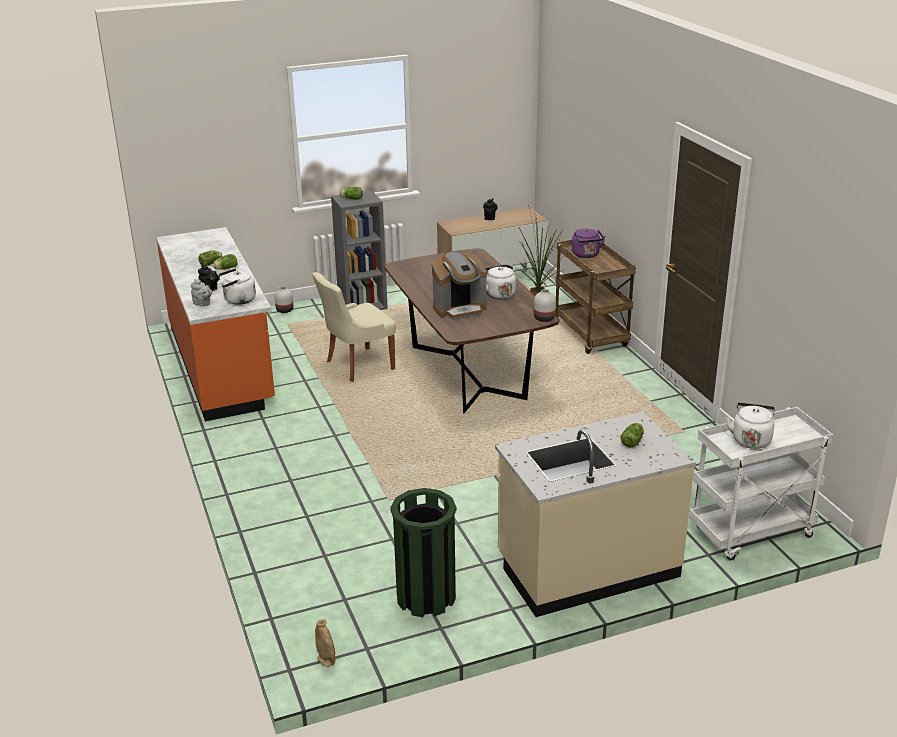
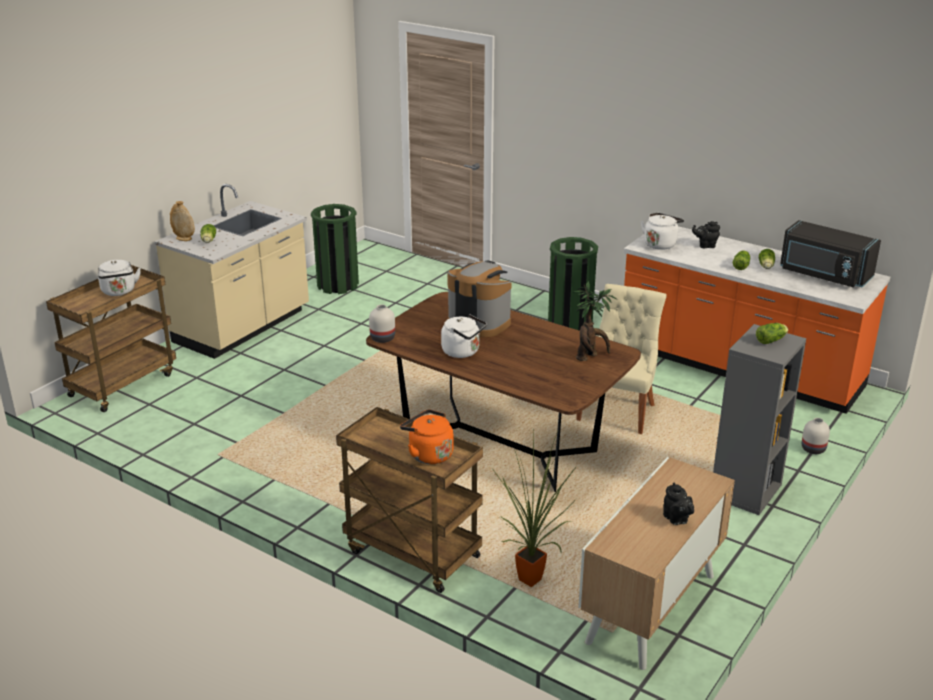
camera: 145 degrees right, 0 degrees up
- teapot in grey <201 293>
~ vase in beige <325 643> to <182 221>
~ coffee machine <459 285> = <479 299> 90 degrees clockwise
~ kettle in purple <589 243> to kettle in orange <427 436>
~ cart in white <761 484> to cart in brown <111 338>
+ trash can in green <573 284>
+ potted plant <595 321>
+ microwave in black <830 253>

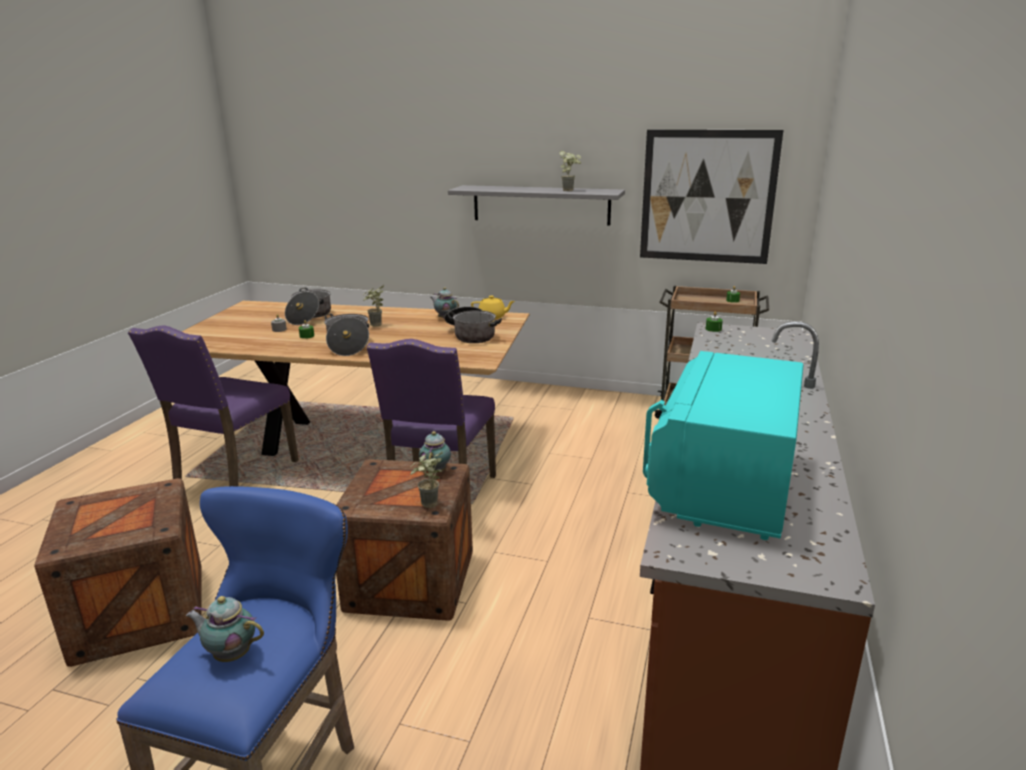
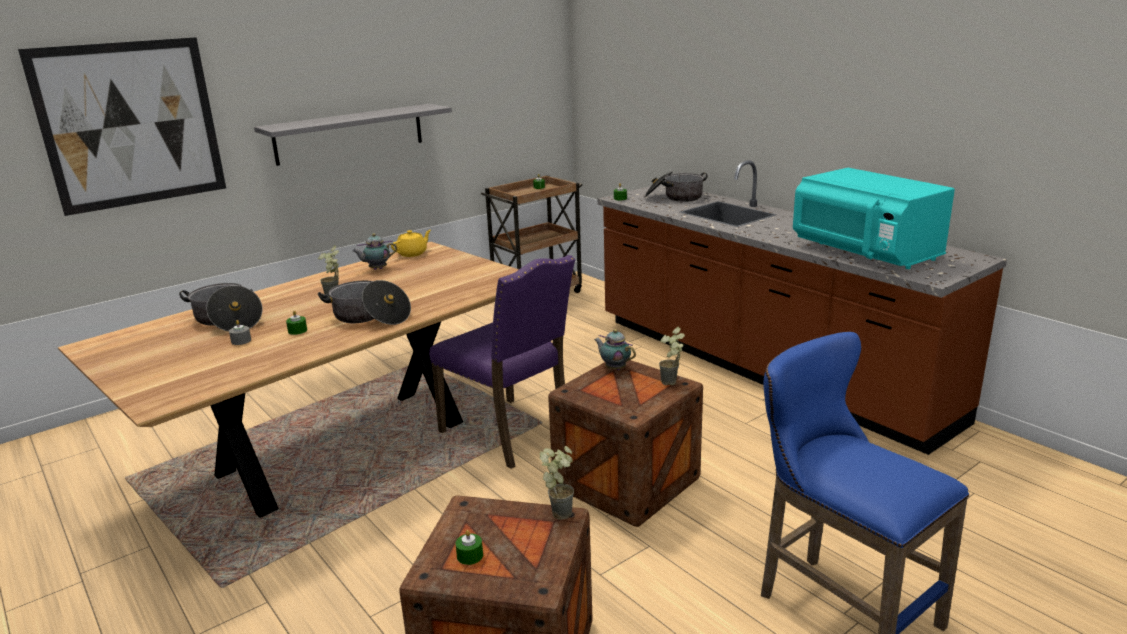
camera: 55 degrees left, 0 degrees up
- chair in purple <213 406>
- teapot <225 629>
~ cooking pot <473 324> to <676 186>
~ potted plant <570 171> to <557 483>
~ picture <711 197> to <122 126>
+ candle in green <469 547>

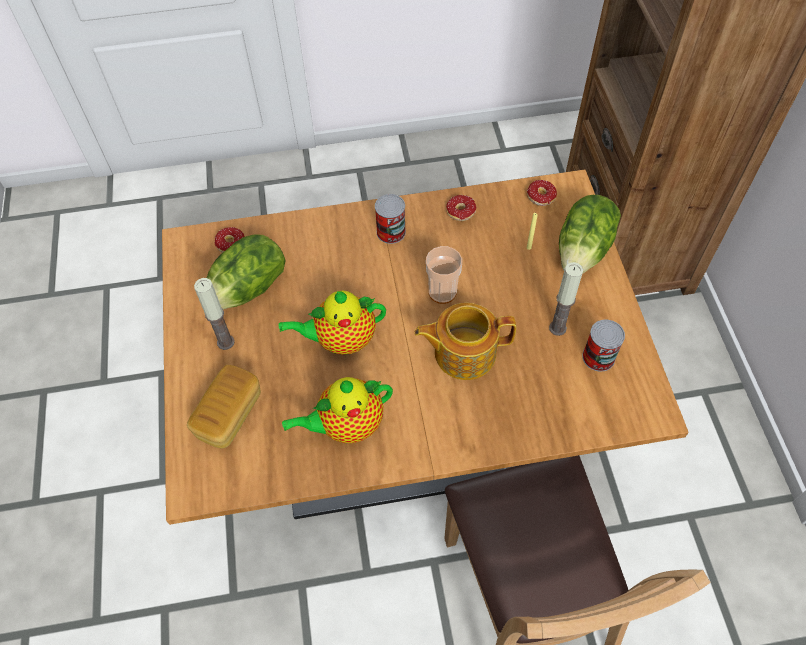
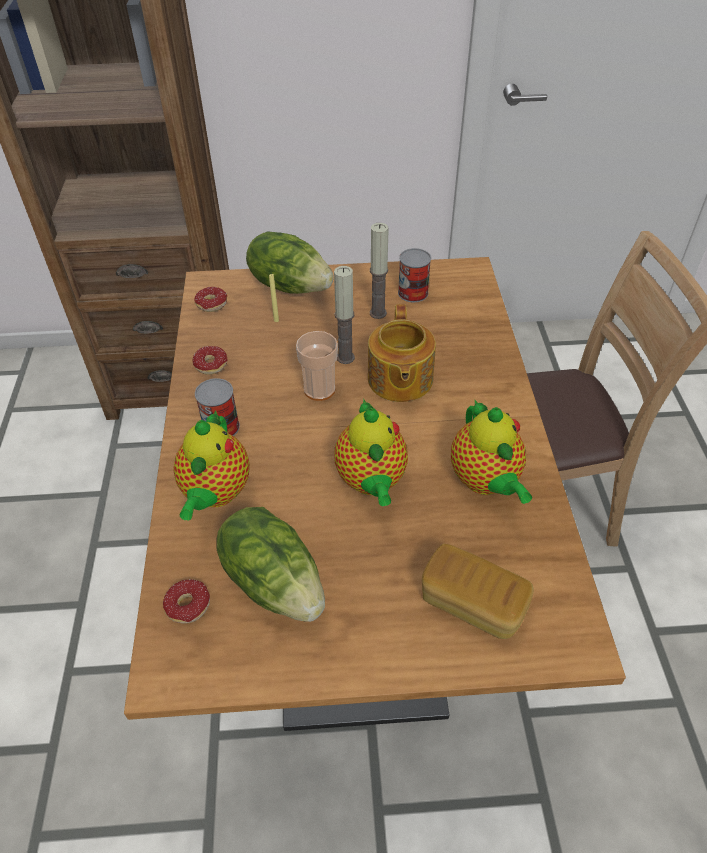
camera: 85 degrees left, 10 degrees down
~ candle <214 314> to <344 315>
+ teapot <211 465>

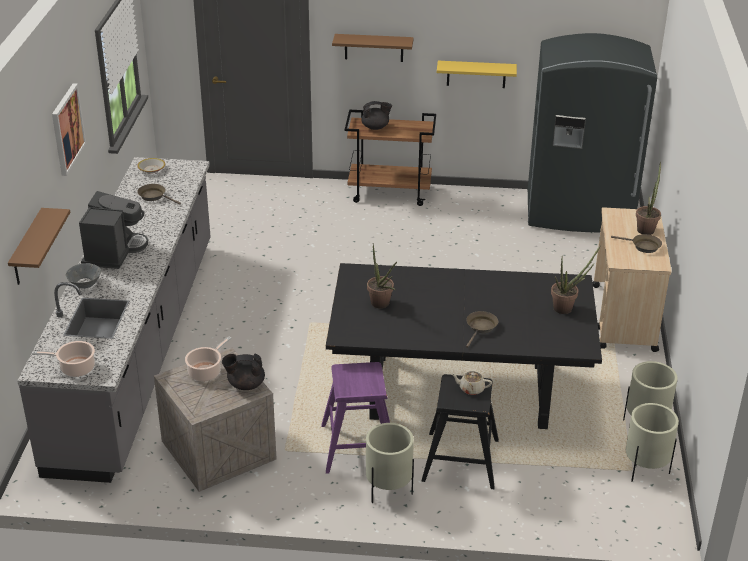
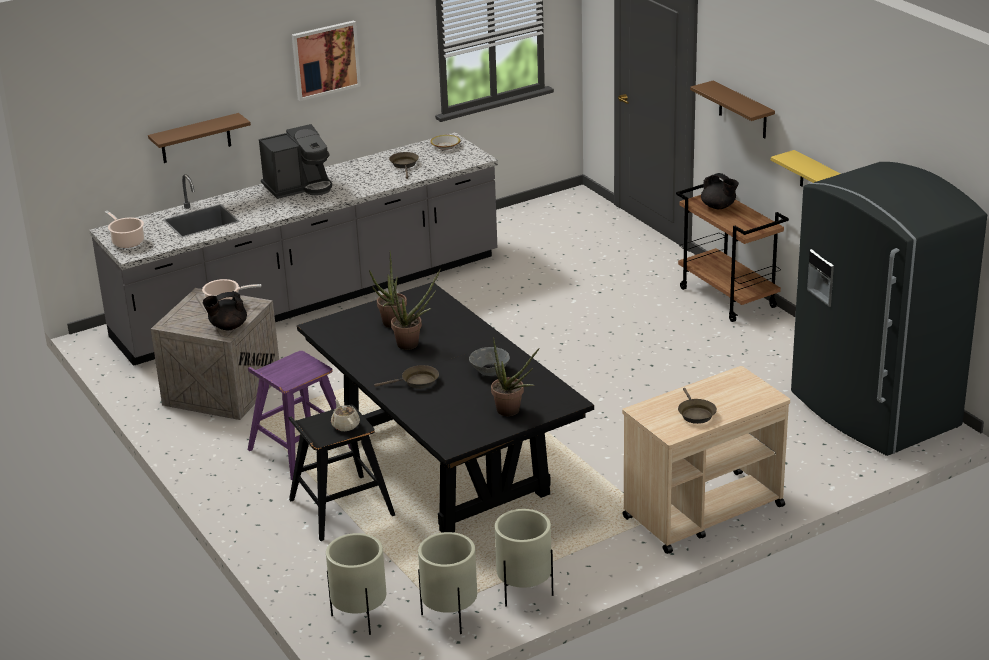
camera: 55 degrees right, 5 degrees down
~ bowl in grey <83 276> to <489 361>
~ teapot in black <243 371> = <225 310> 75 degrees counterclockwise
~ planter in beige <390 463> to <356 584>
~ potted plant <648 198> to <415 310>

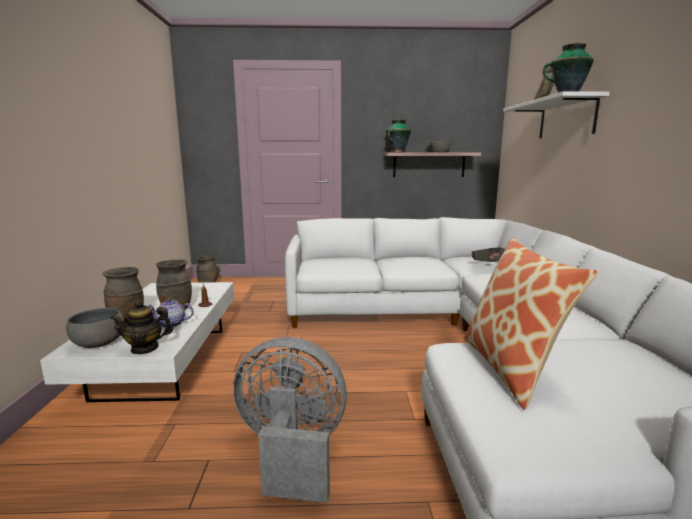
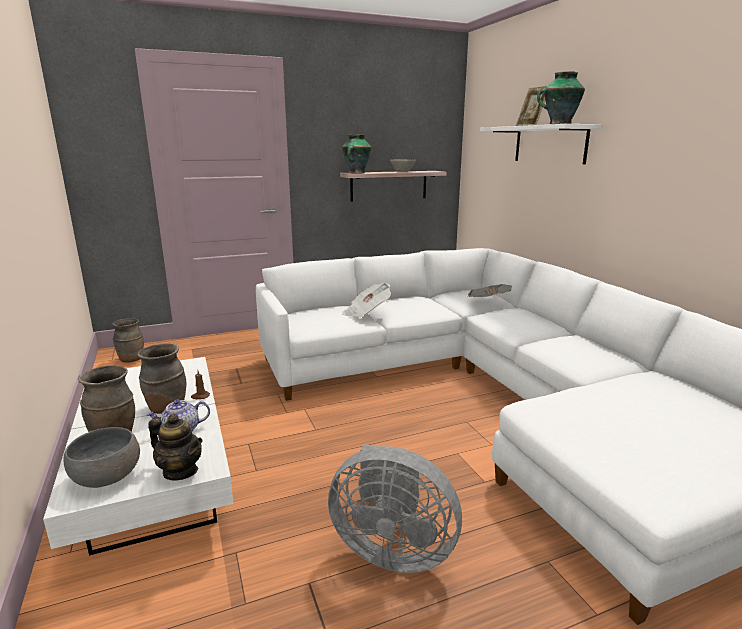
camera: 20 degrees left, 5 degrees up
~ teapot <141 327> = <175 447> 120 degrees counterclockwise
~ fan in grey <290 420> = <395 508> 150 degrees counterclockwise
- pillow <530 324>
+ newspaper <366 300>

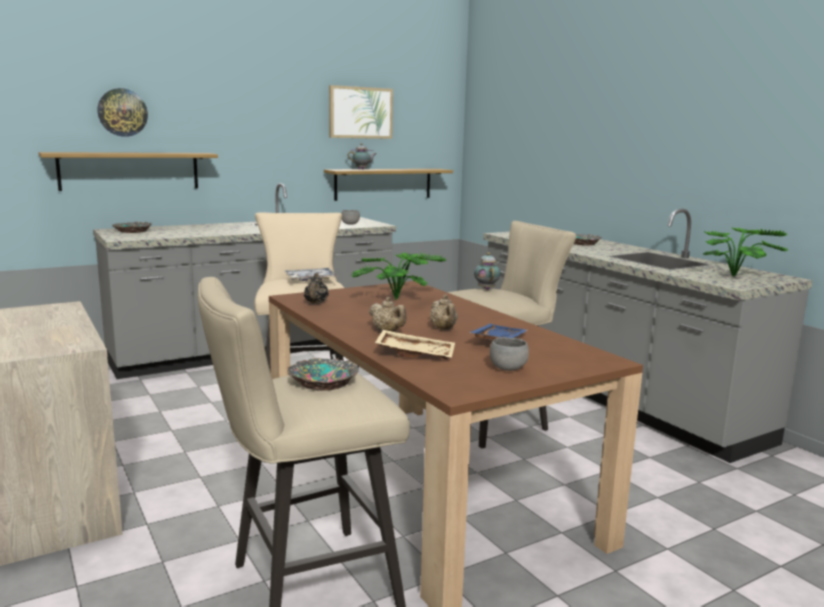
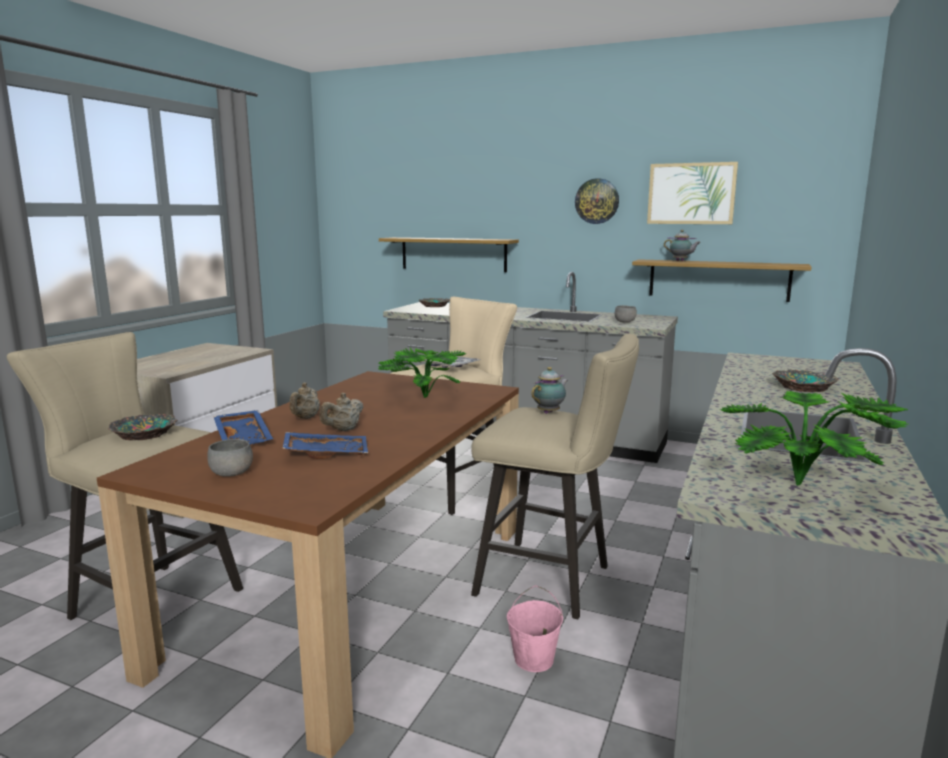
camera: 55 degrees right, 0 degrees up
~ wall clock <123 112> to <597 201>
- teapot in black <316 288>
~ tray in beige <415 345> to tray in blue <243 427>
+ bucket in pink <535 628>

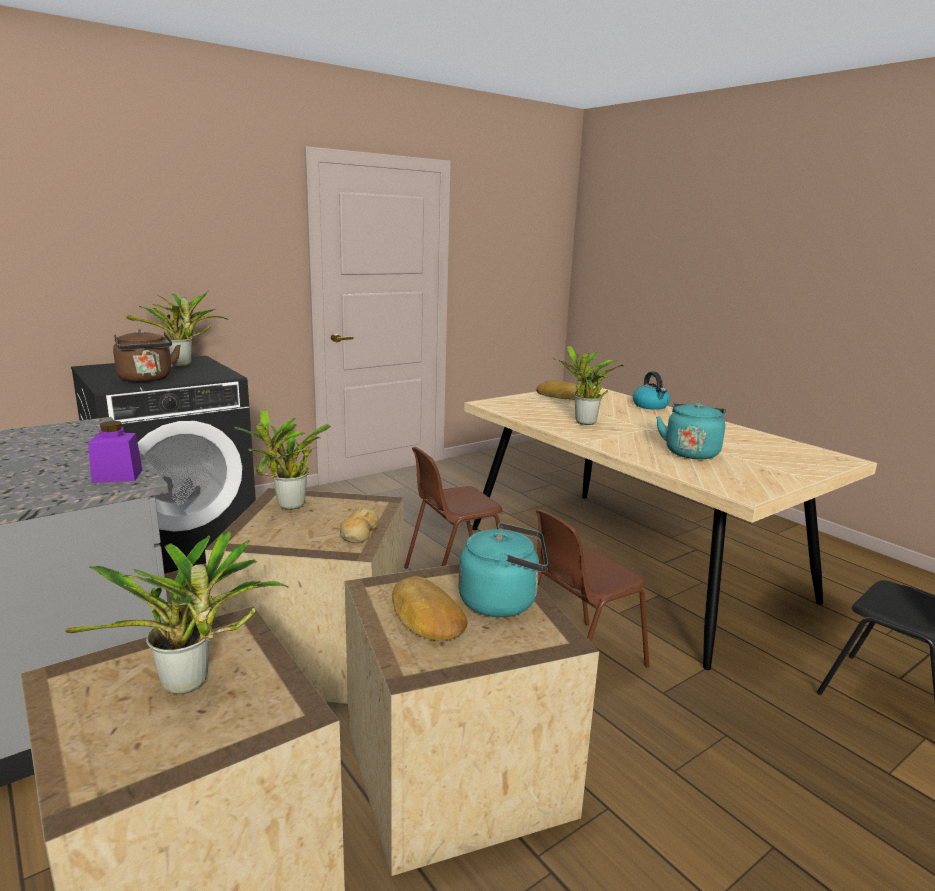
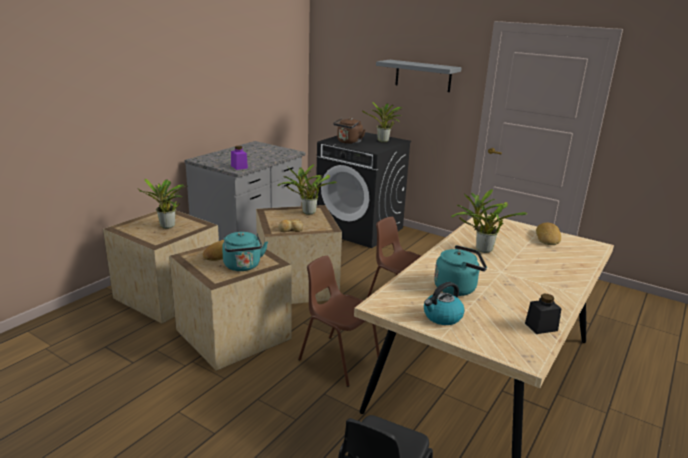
camera: 70 degrees right, 5 degrees up
~ kettle <651 391> to <444 303>
+ shelf in grey <419 76>
+ jar in black <543 314>

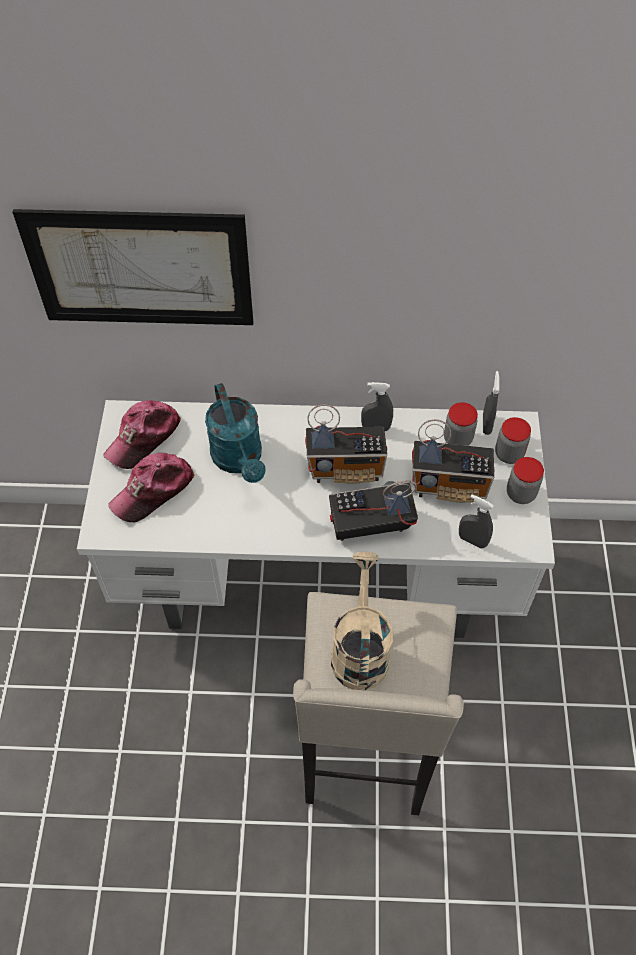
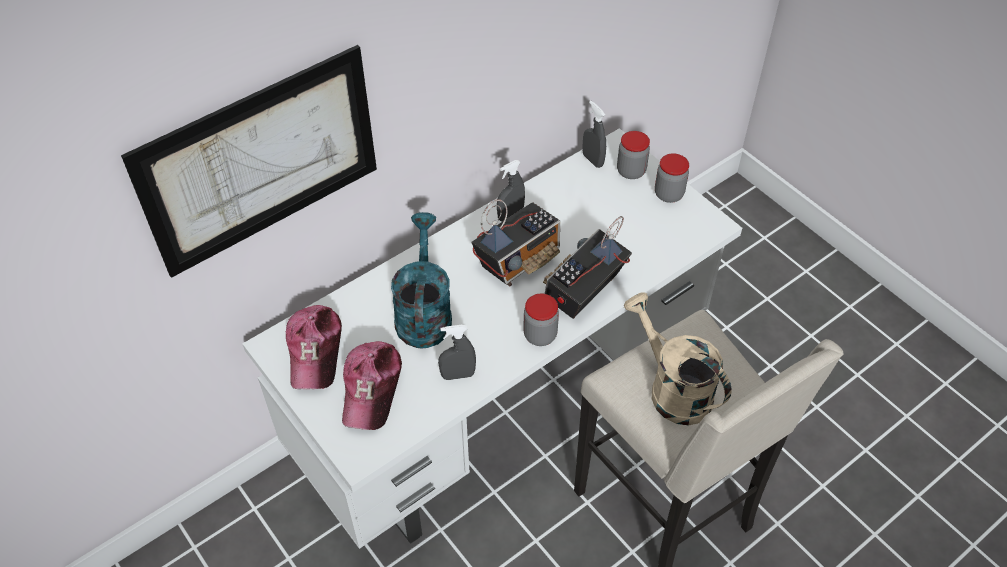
camera: 40 degrees left, 5 degrees down
~ watering can in turquoise <235 433> = <421 280> 120 degrees counterclockwise
- radio <453 461>
~ jar <461 424> to <541 319>
~ spray bottle in grey <476 522> to <457 352>

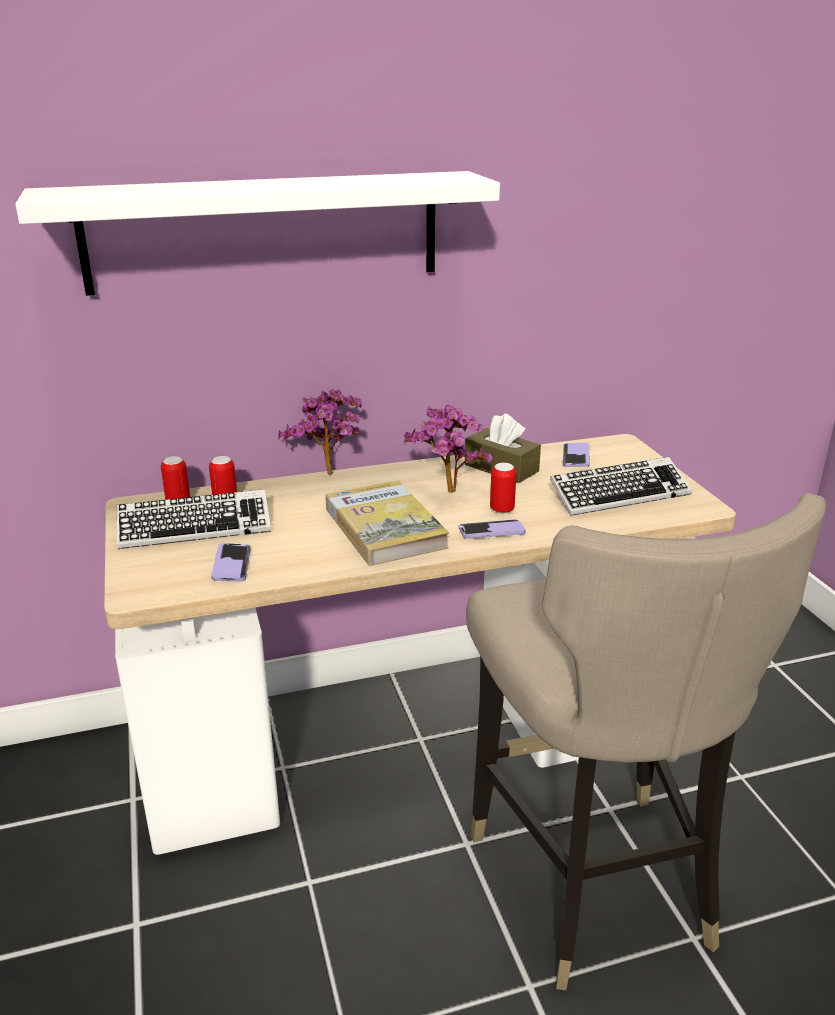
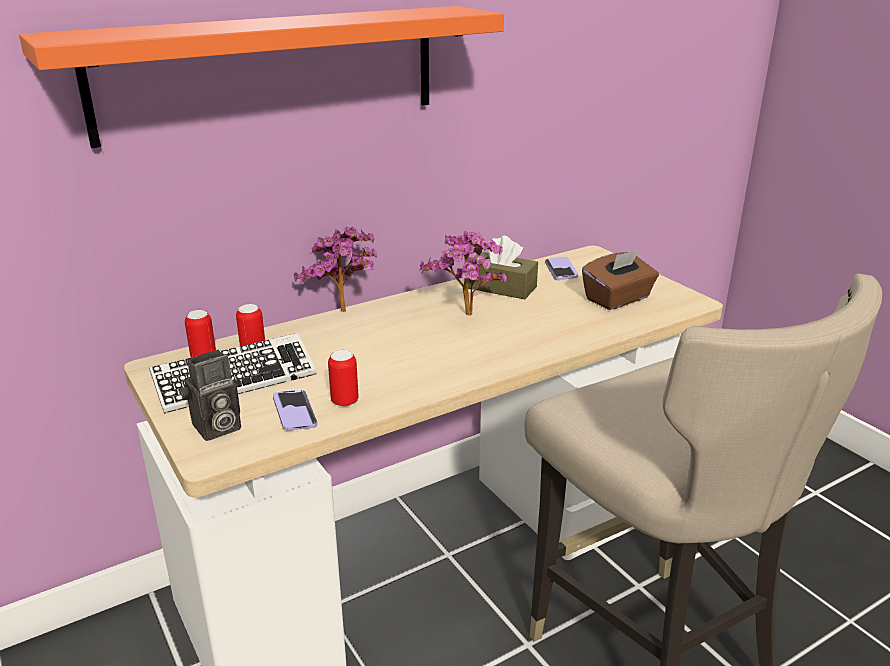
camera: 15 degrees left, 0 degrees up
~ shelf in white <257 233> to shelf in orange <261 77>
- book <387 523>
- phone <492 529>
~ can <503 487> to <343 378>
~ keyboard <621 486> to tissue box in brown <620 279>
+ photo camera <210 395>

